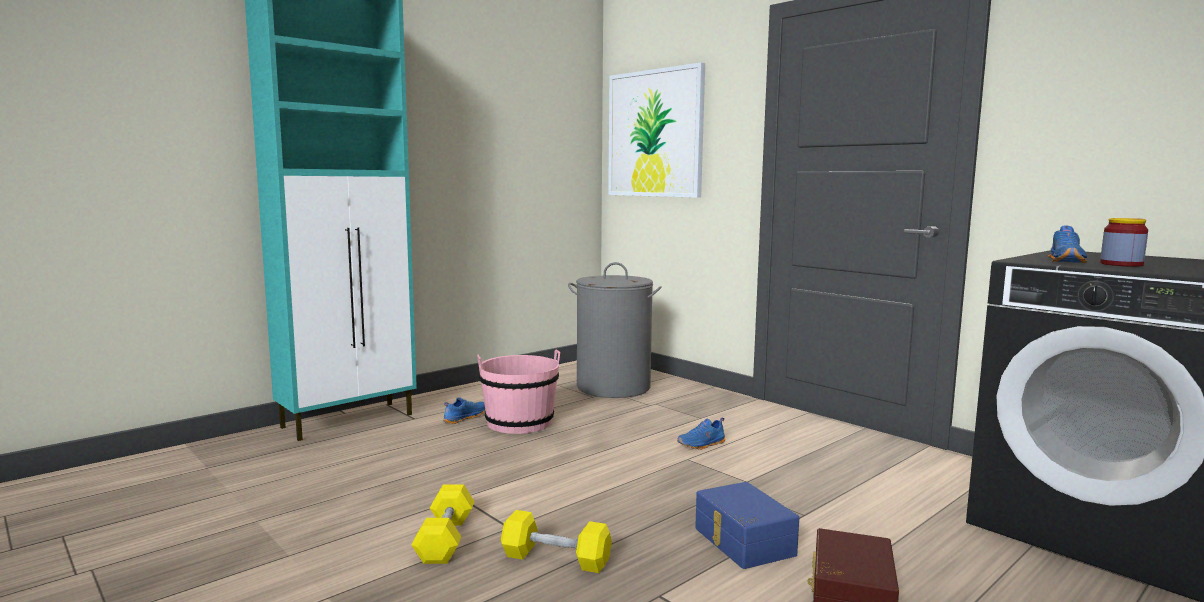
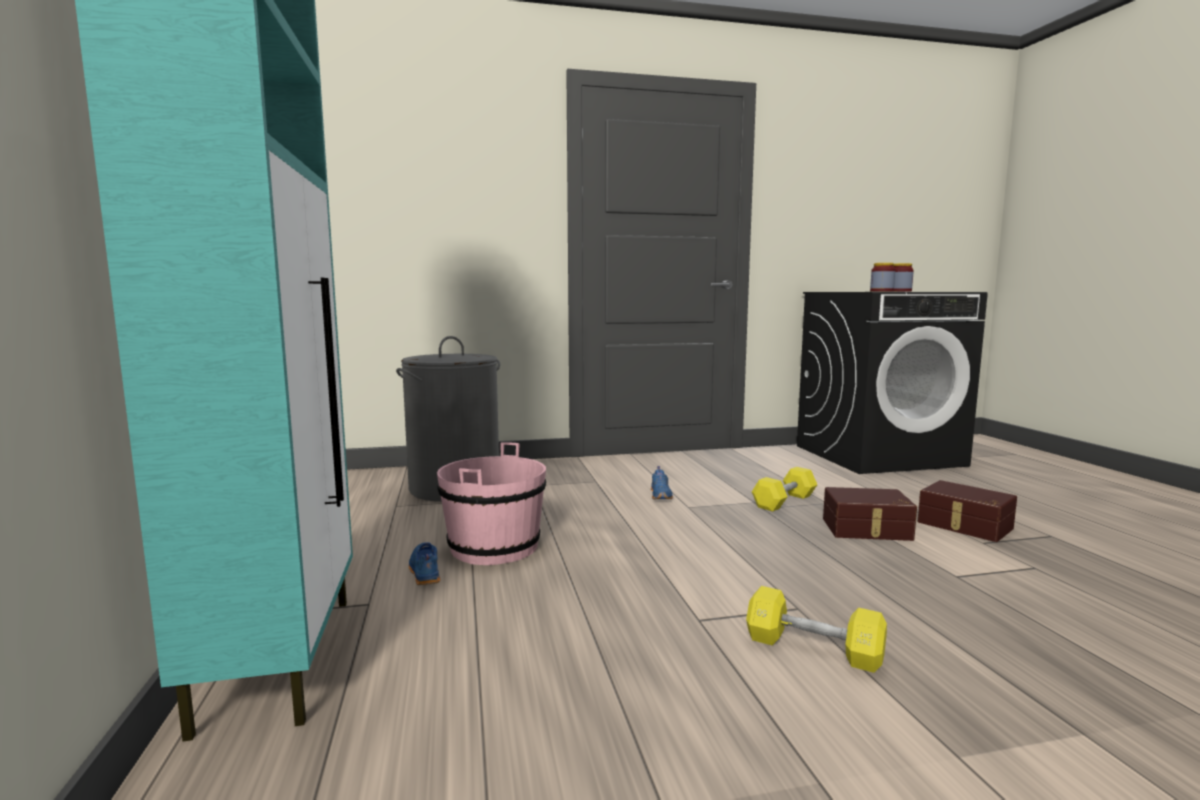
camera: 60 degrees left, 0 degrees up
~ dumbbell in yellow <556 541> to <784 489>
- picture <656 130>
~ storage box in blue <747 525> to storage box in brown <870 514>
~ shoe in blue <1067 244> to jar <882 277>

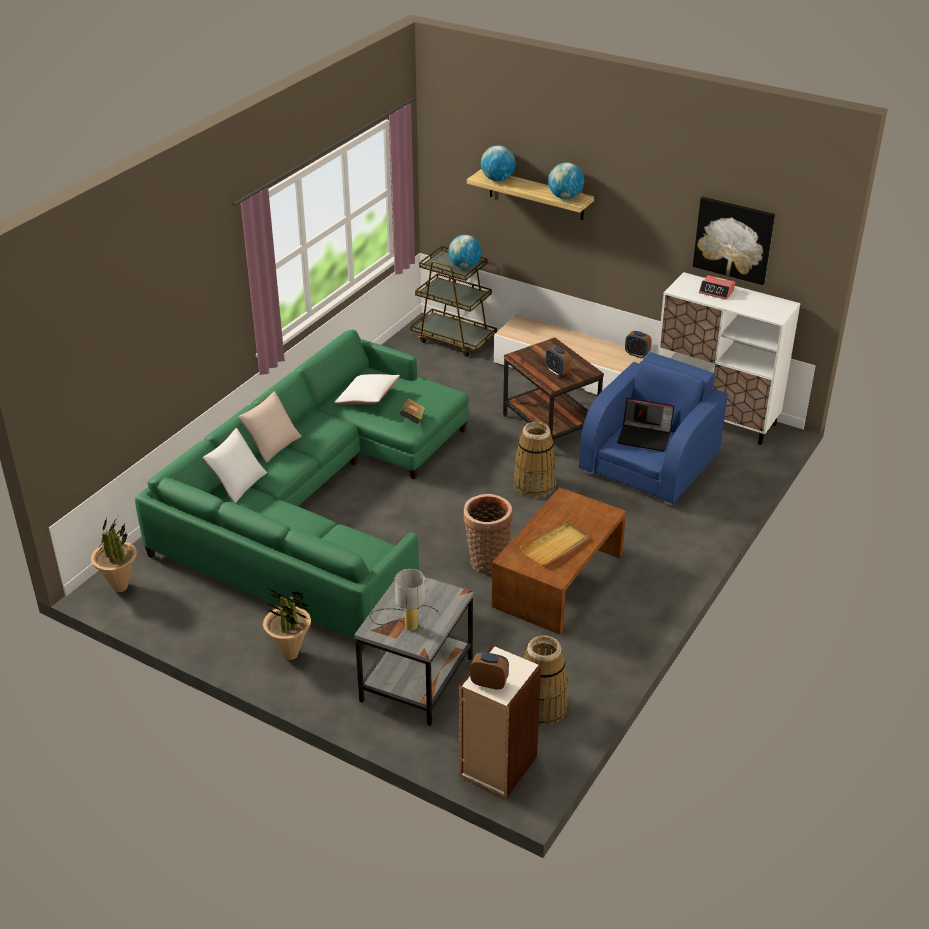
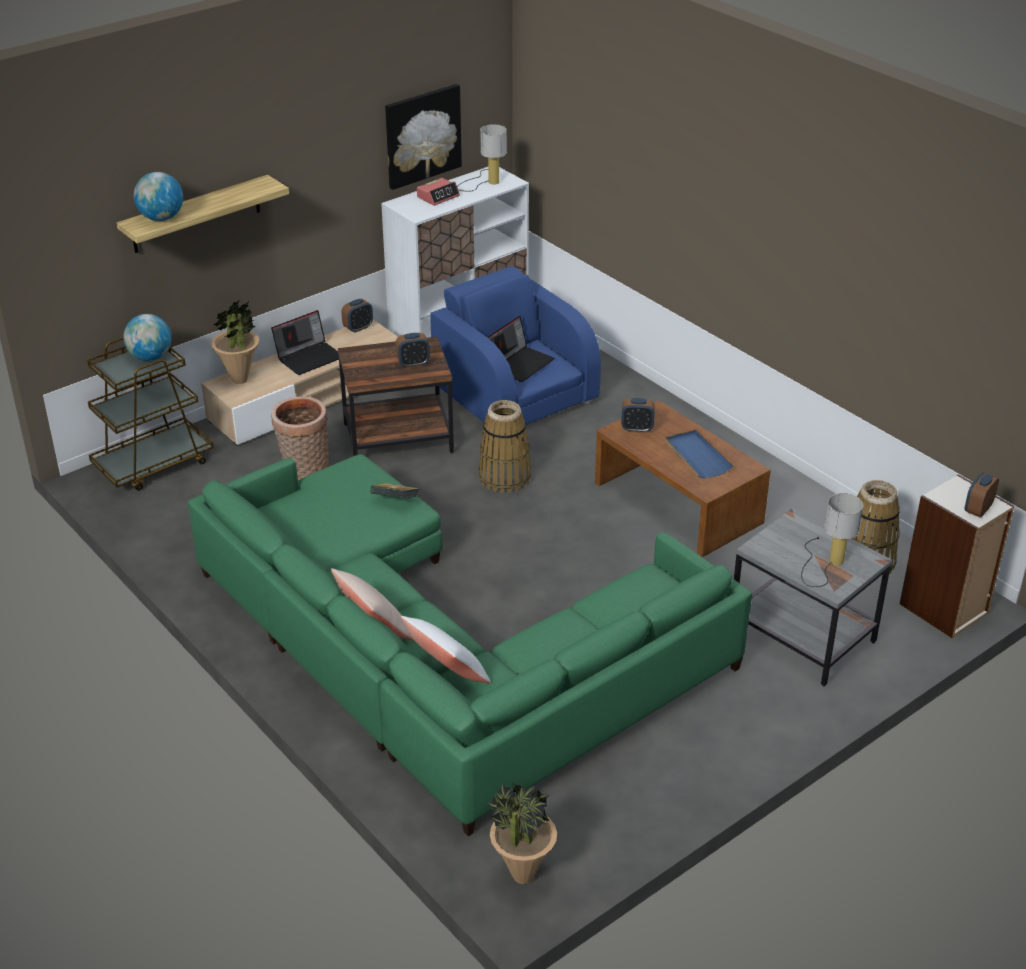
camera: 70 degrees left, 0 degrees up
~ potted plant <287 624> to <235 342>
- pillow in white <367 389>
~ basket <487 534> to <300 438>
~ tray in beige <554 543> to tray in blue <699 453>
- globe <566 180>
+ laptop <305 342>
+ table lamp <482 158>
+ alarm clock <638 415>

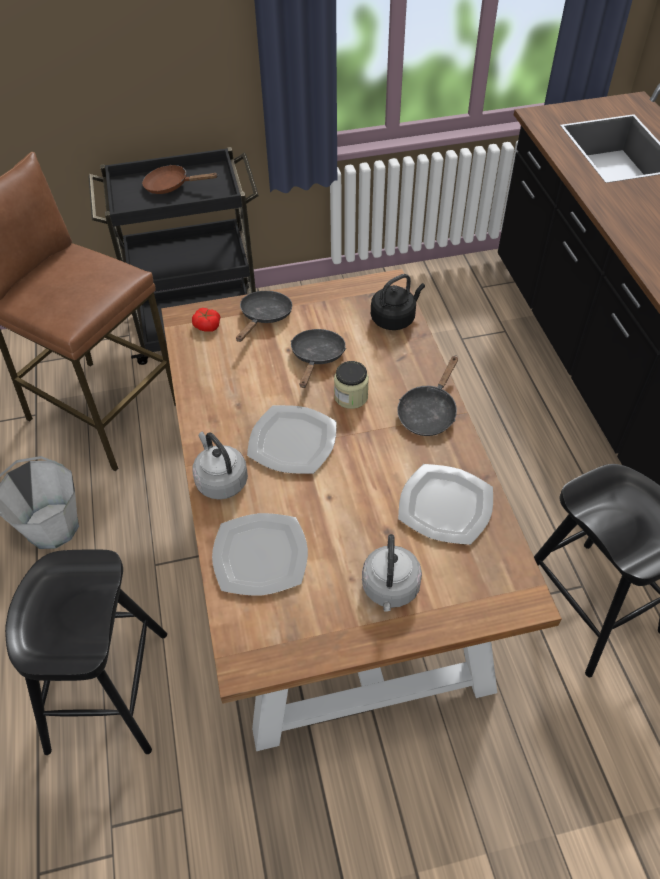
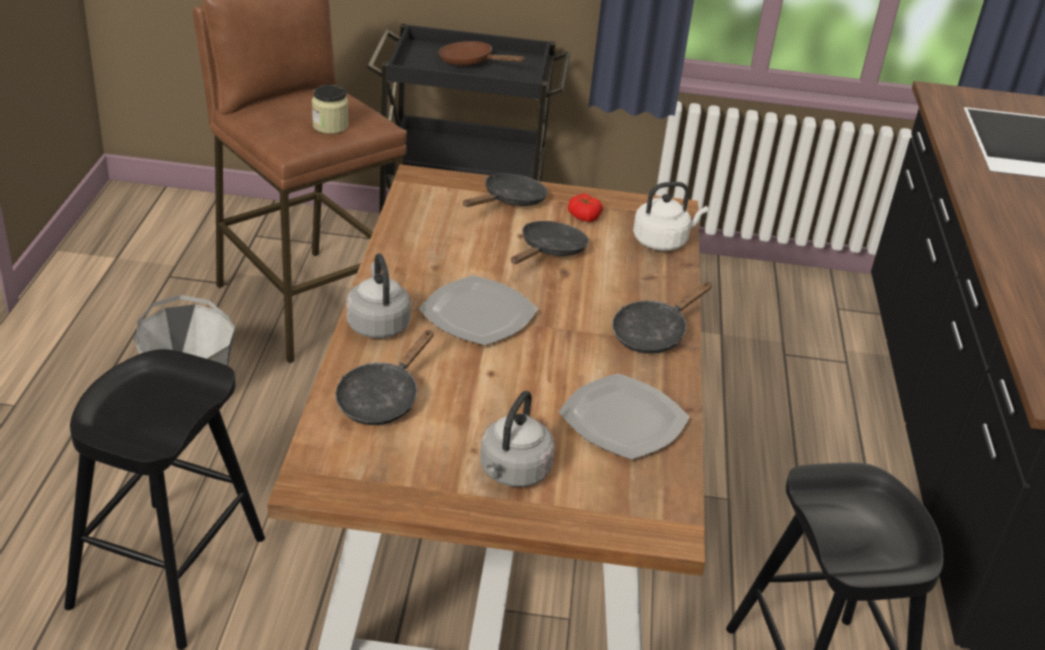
camera: 15 degrees right, 15 degrees down
~ tomato <206 320> to <585 208>
~ plate <260 554> to frying pan in black <384 377>
~ jar <351 385> to <330 109>
~ kettle in black <398 302> to kettle in white <670 216>

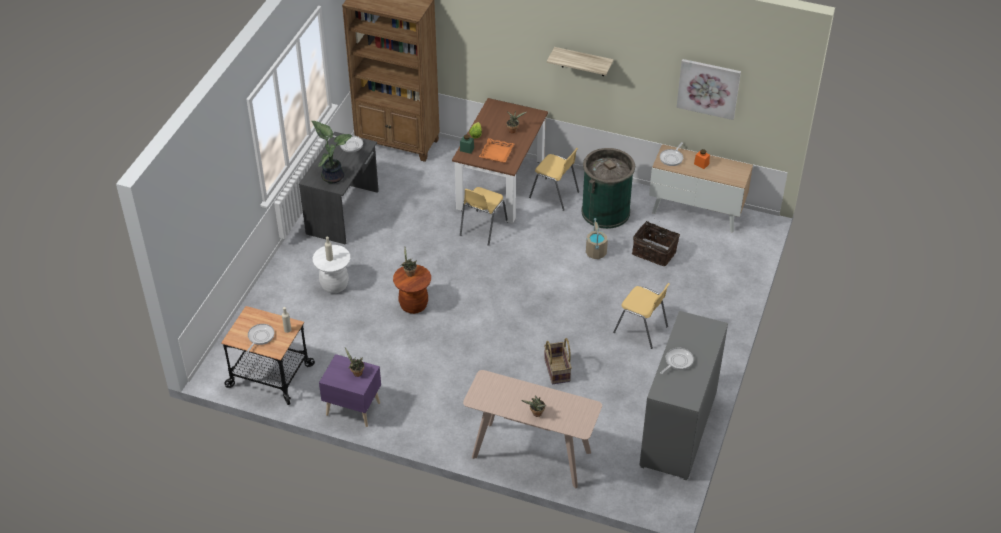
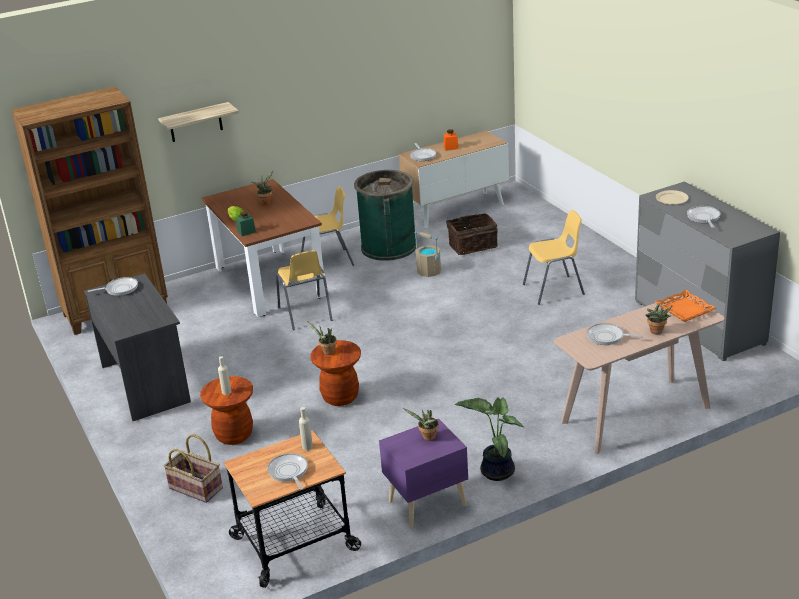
camera: 45 degrees left, 15 degrees down
~ potted plant <332 152> to <489 439>
~ stool in white <331 269> to stool in brown <226 410>
~ tray in orange <496 150> to <685 306>
~ basket <558 361> to <193 468>
~ shelf <580 61> to <198 122>
- picture <708 89>
+ frying pan <615 334>
+ plate in beige <672 197>

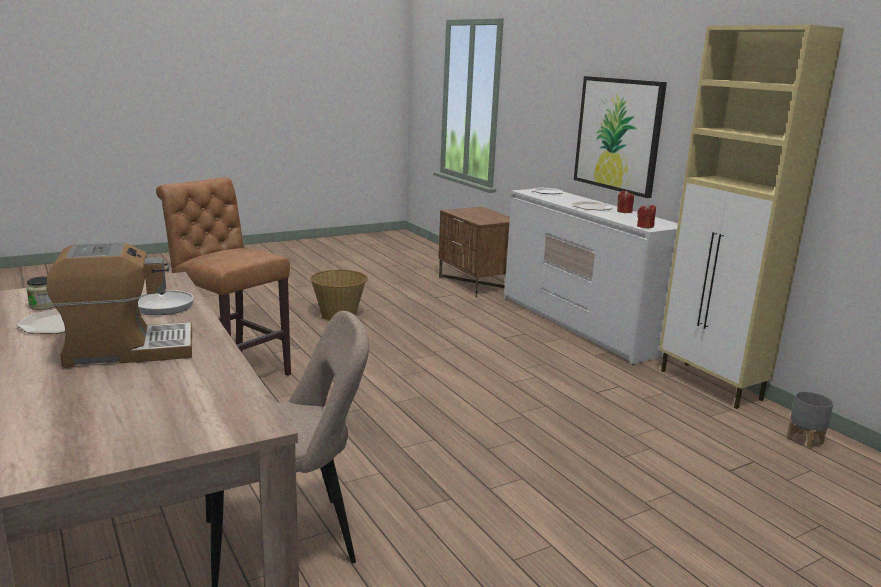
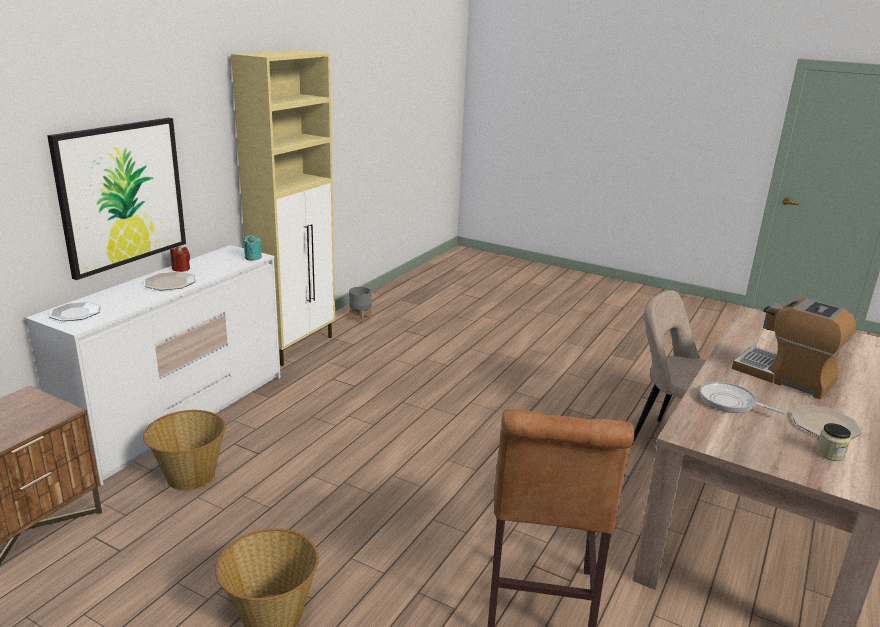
camera: 120 degrees left, 5 degrees up
~ candle in red <646 216> to candle in turquoise <252 248>
+ basket <184 450>

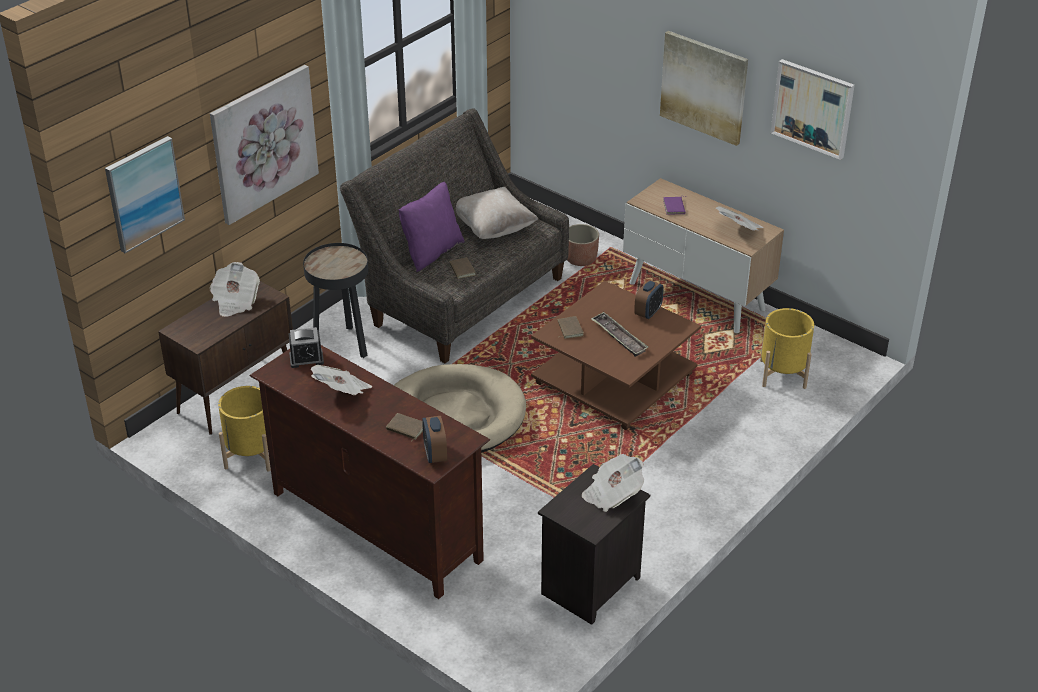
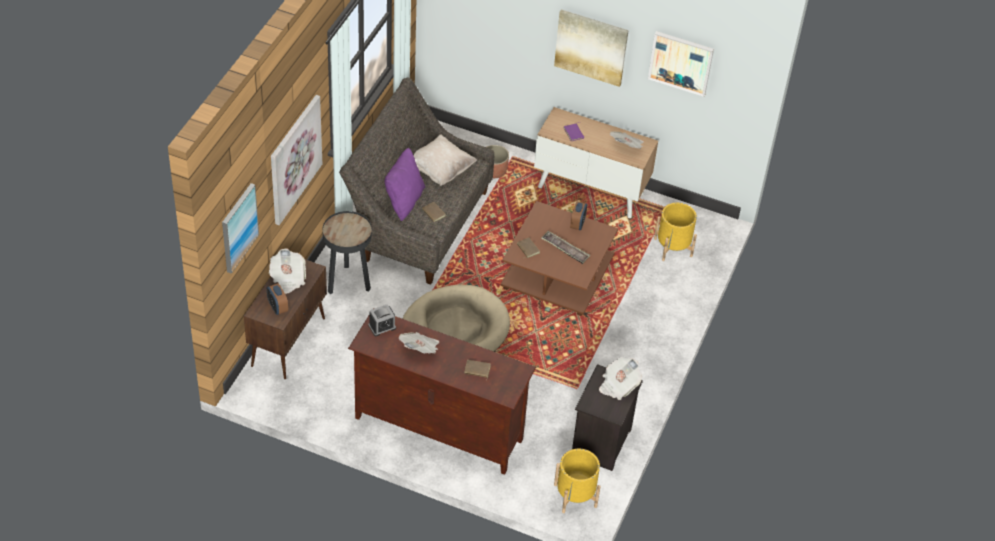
camera: 20 degrees left, 10 degrees up
~ planter in yellow <244 429> to <577 481>
~ alarm clock <434 439> to <277 299>

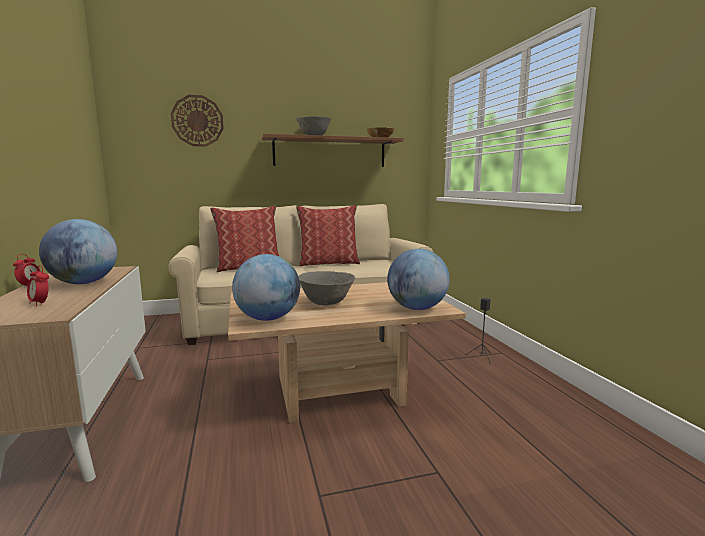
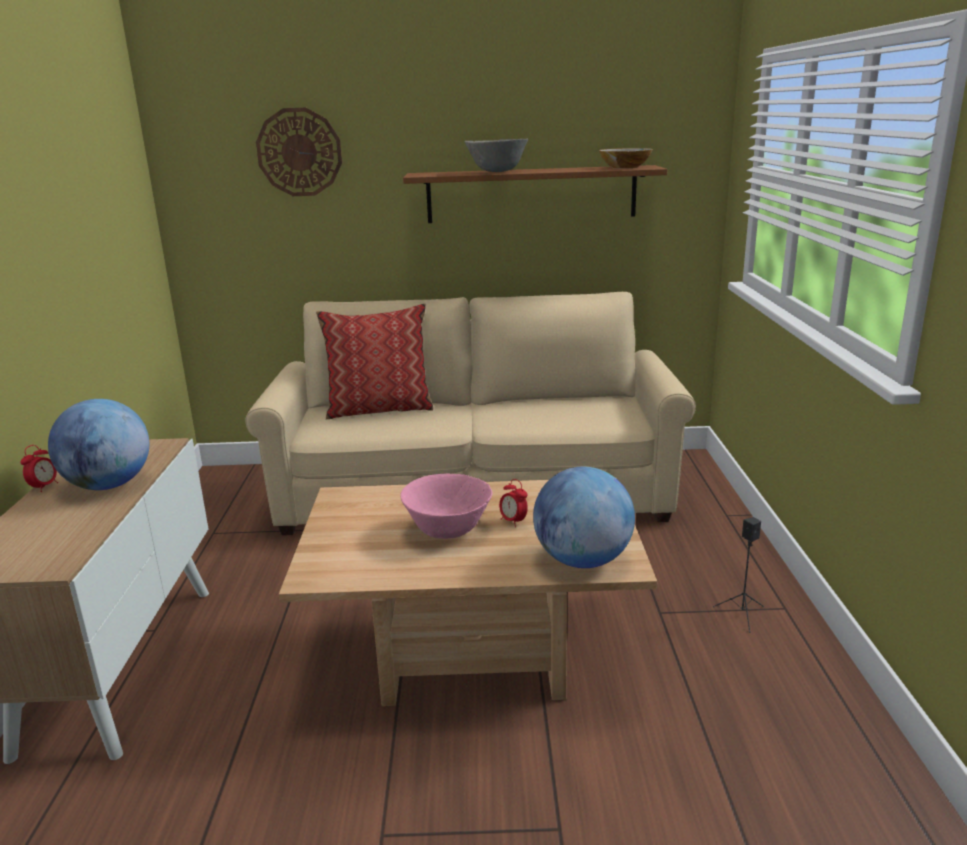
camera: 15 degrees right, 10 degrees up
~ alarm clock <38 285> to <513 503>
- globe <266 287>
- pillow <328 236>
~ bowl in grey <326 288> to bowl in pink <446 506>

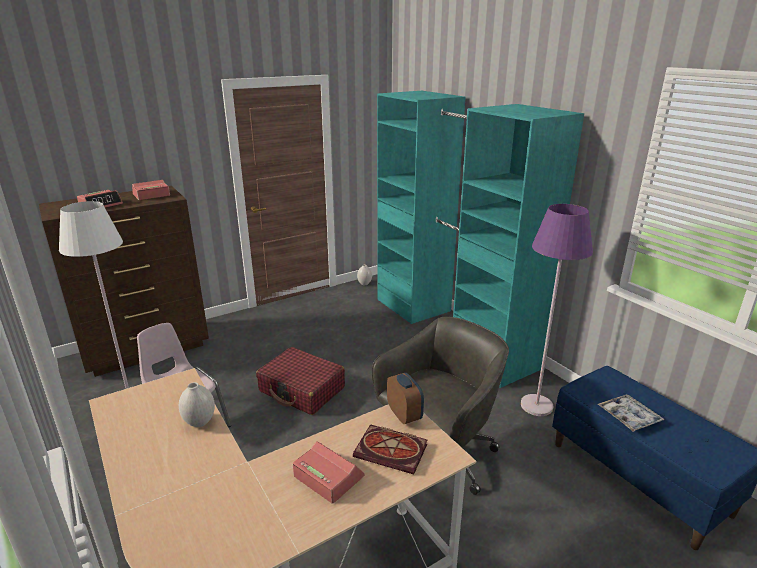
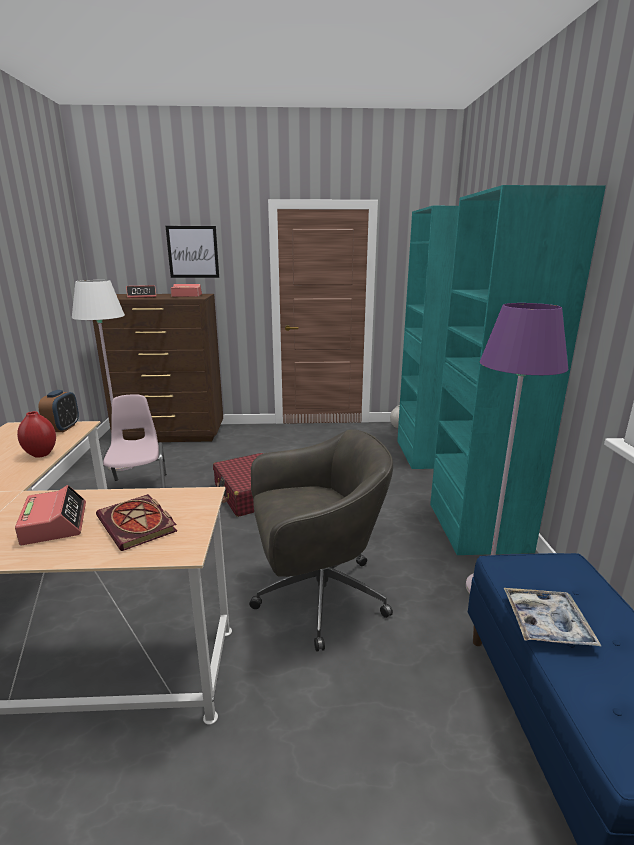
camera: 30 degrees right, 5 degrees down
~ vase in white <197 404> to vase in red <36 434>
~ alarm clock <405 398> to <58 411>
+ picture <192 252>

